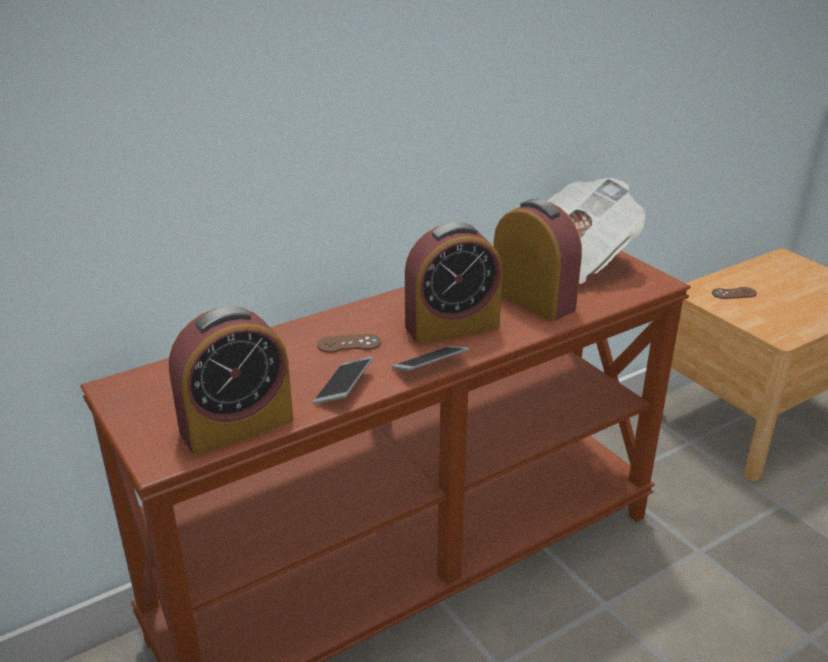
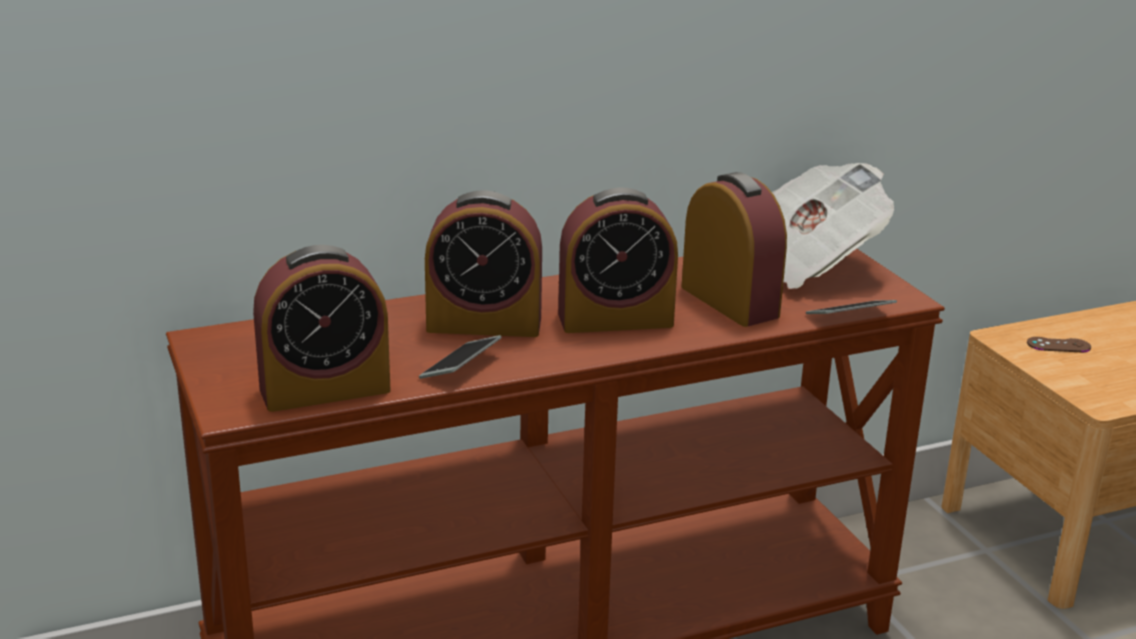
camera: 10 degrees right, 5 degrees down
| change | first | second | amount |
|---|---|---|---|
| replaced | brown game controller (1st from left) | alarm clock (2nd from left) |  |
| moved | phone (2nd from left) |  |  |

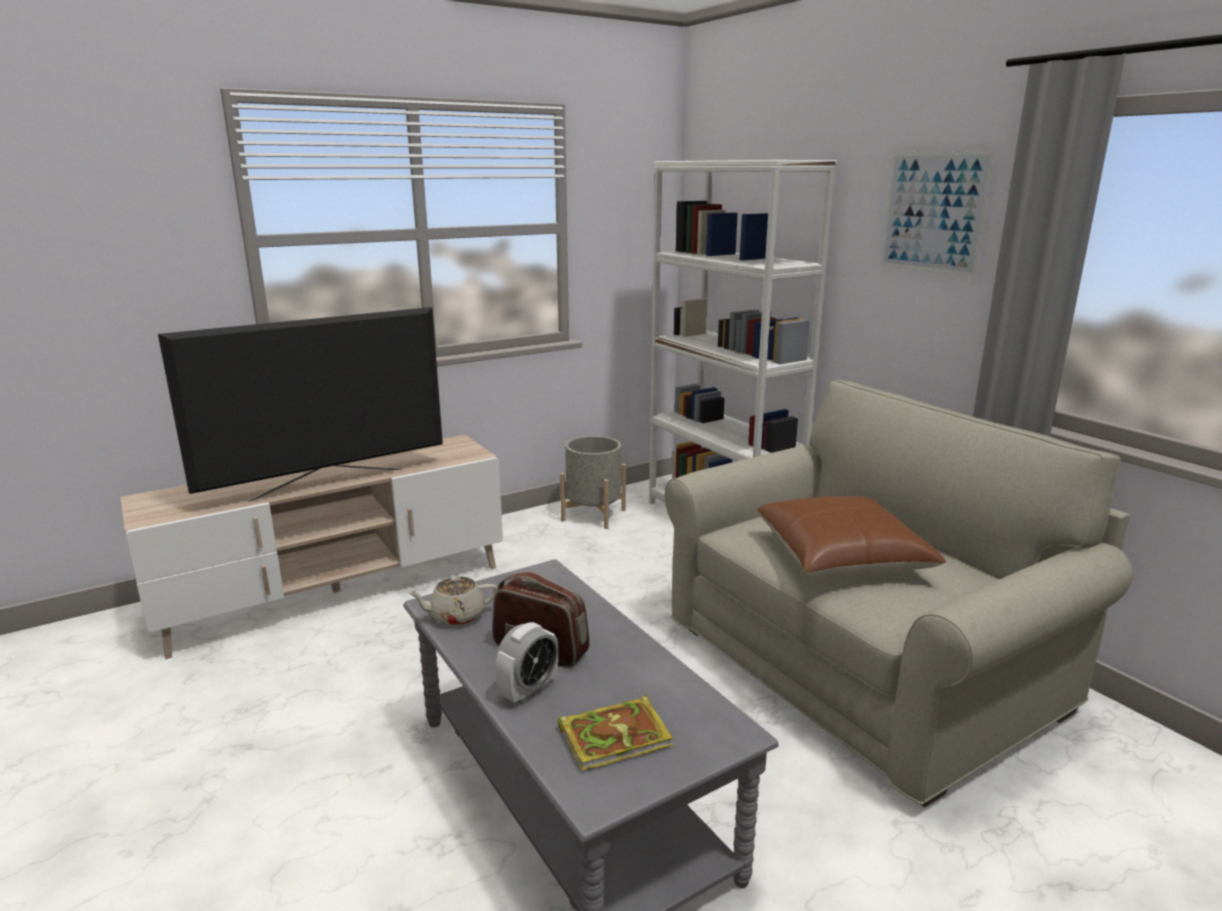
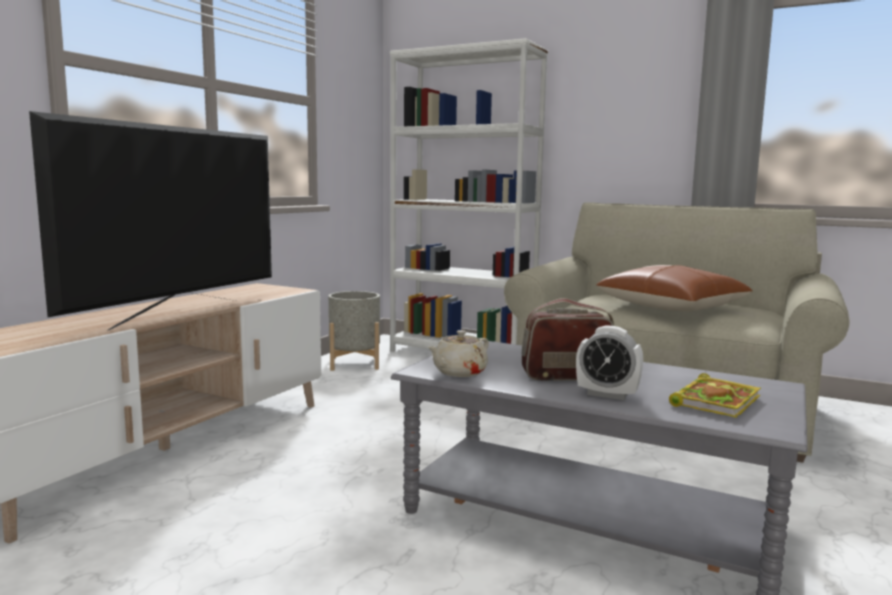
camera: 30 degrees left, 10 degrees down
| change | first | second | amount |
|---|---|---|---|
| turned | alarm clock |  | 105 degrees clockwise |
| removed | picture |  |  |

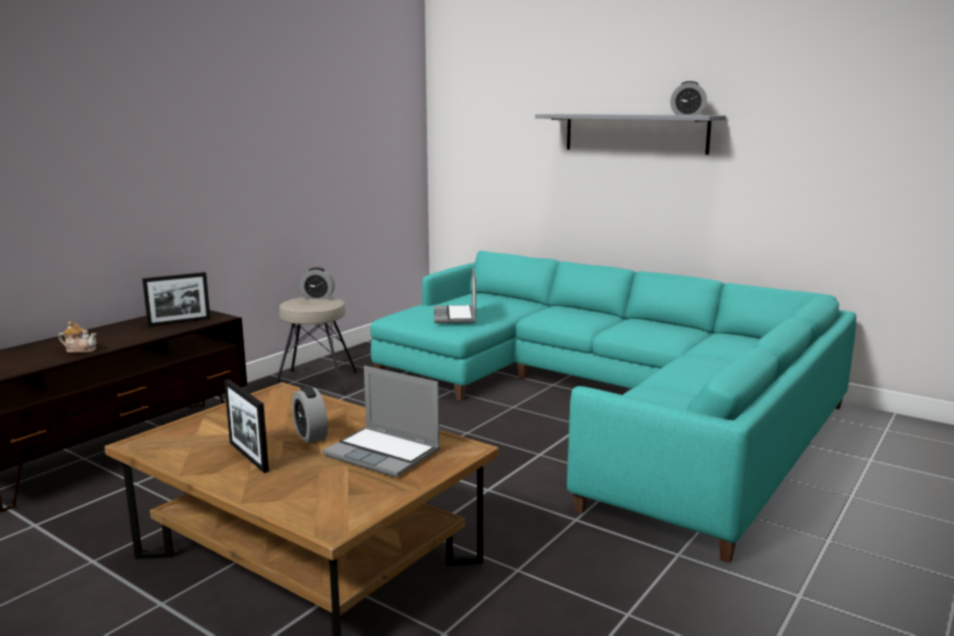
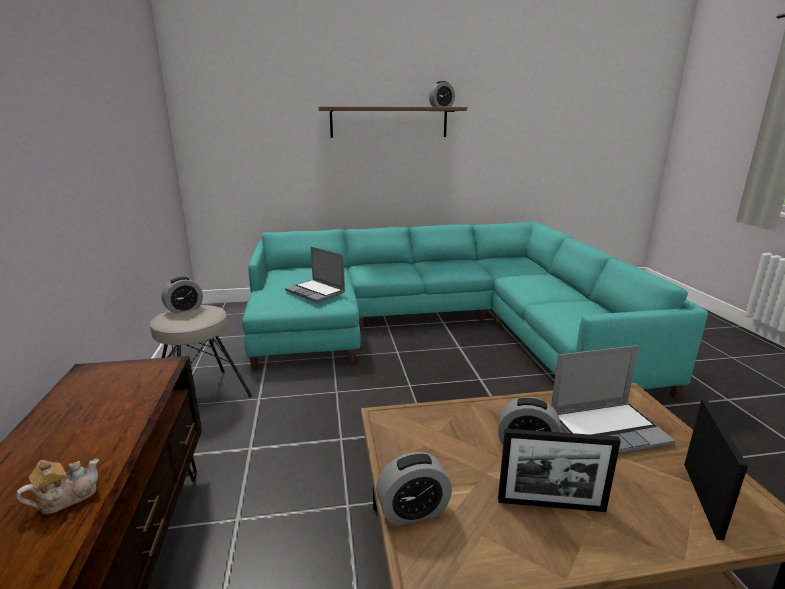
camera: 45 degrees left, 5 degrees up
| change | first | second | amount |
|---|---|---|---|
| recoloured | grey shelf | brown shelf |  |
| added |  | alarm clock (2nd from left) |  |
| moved | picture frame (1st from left in the first image) | picture frame (2nd from left) |  |

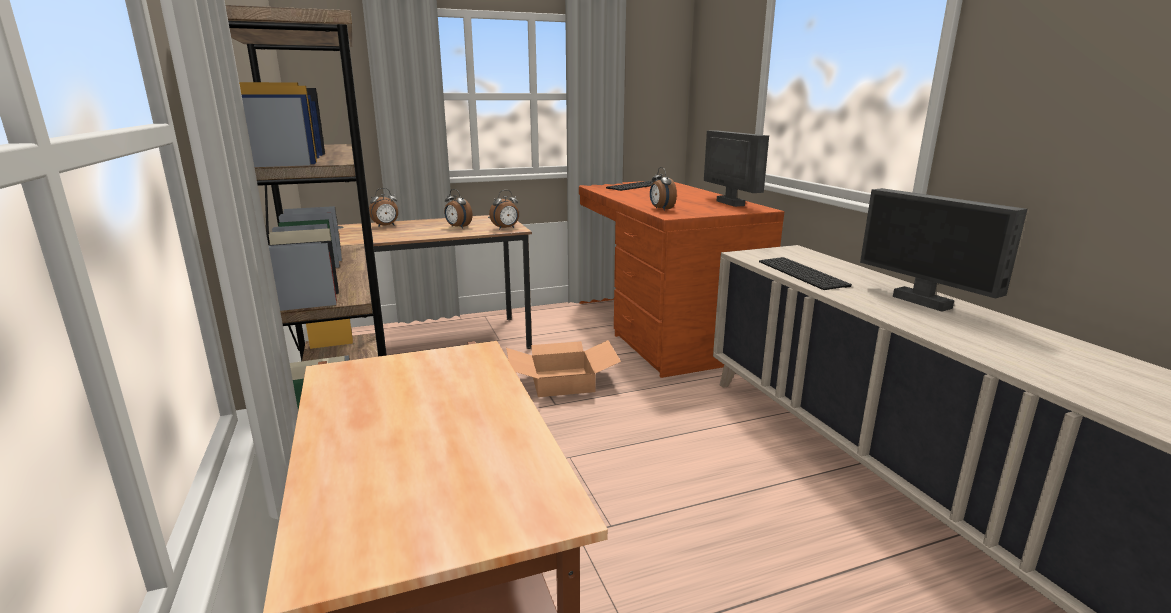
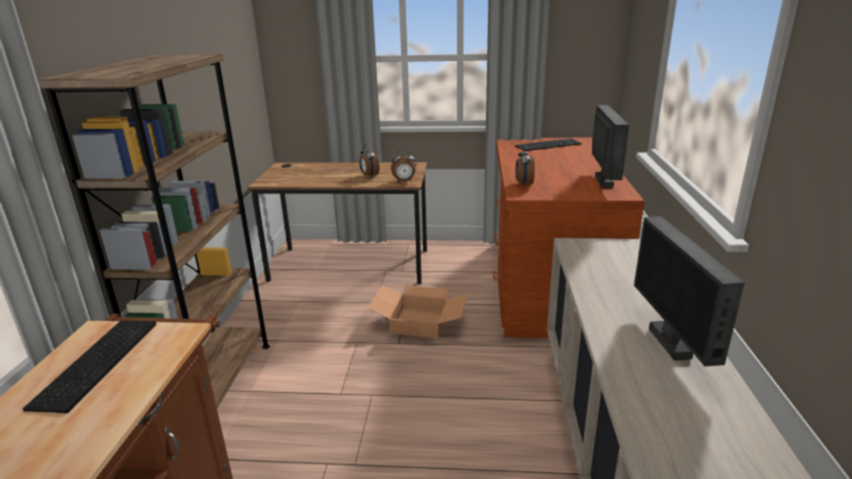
camera: 25 degrees right, 5 degrees up
| change | first | second | amount |
|---|---|---|---|
| moved | keyboard (2nd from left in the first image) | keyboard (1st from left) |  |
| removed | alarm clock (1st from left) |  |  |

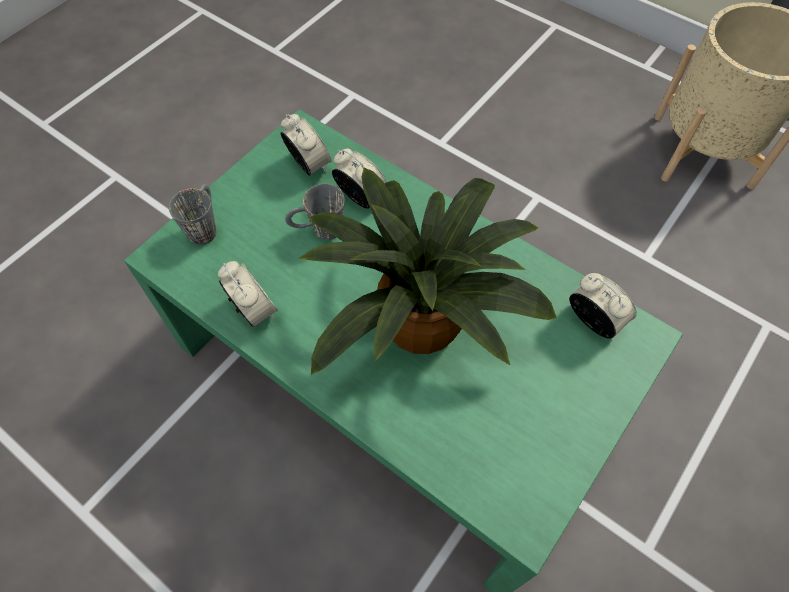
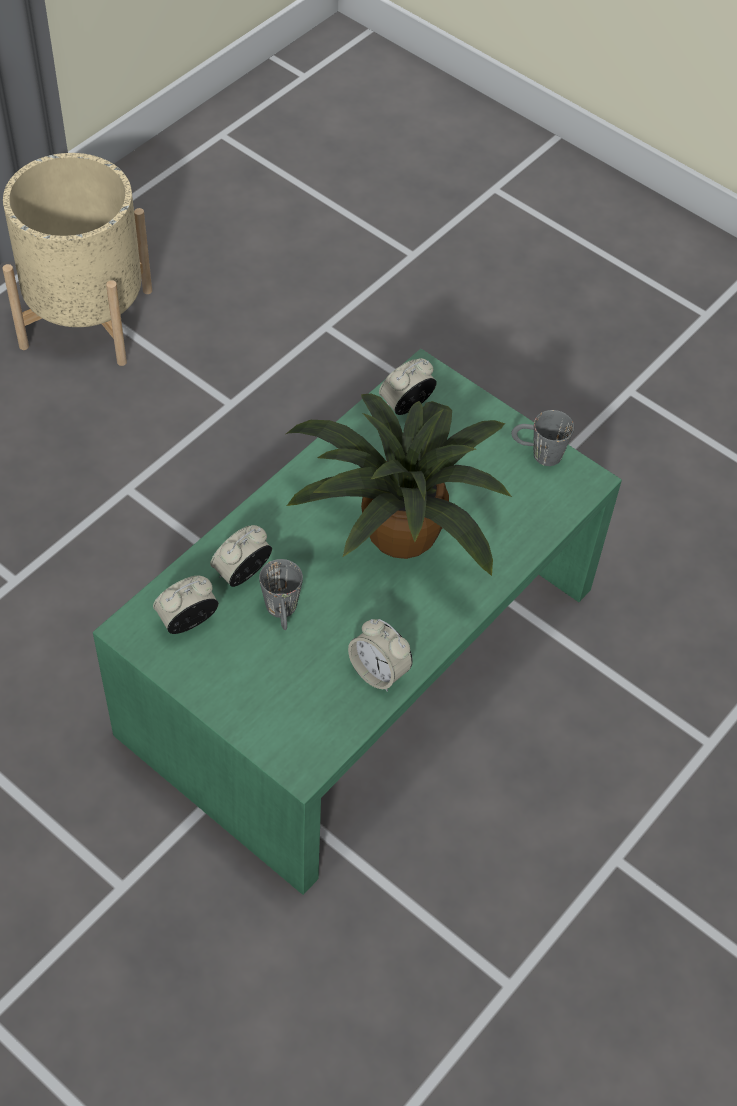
camera: 90 degrees left, 5 degrees down
| change | first | second | amount |
|---|---|---|---|
| turned | alarm clock (1st from left in the first image) | alarm clock (3rd from left) | 105 degrees counterclockwise |
| moved | grey mug (1st from left in the first image) | grey mug (2nd from left) |  |

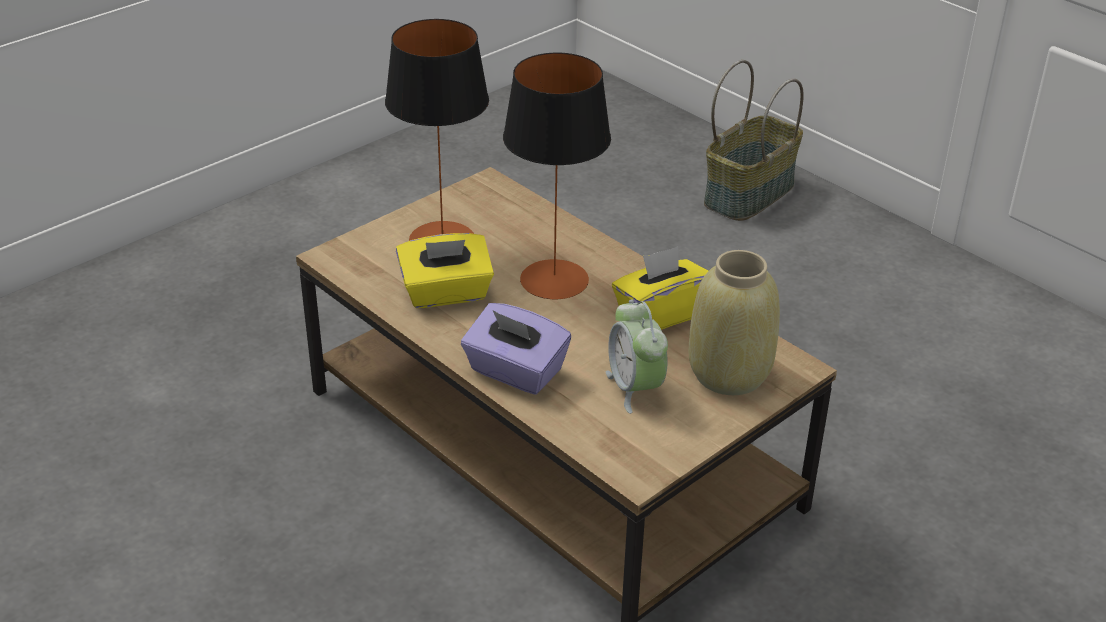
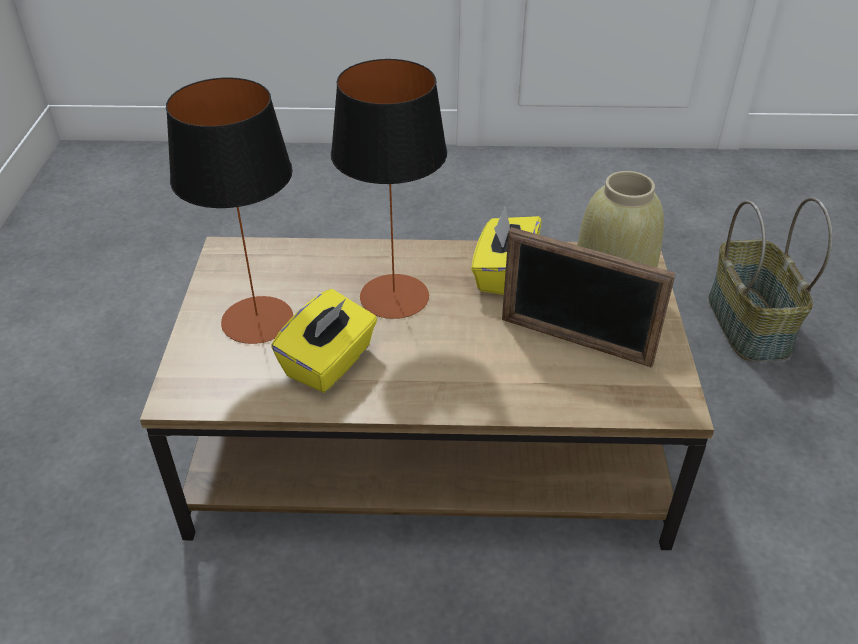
camera: 45 degrees left, 5 degrees up
| change | first | second | amount |
|---|---|---|---|
| replaced | alarm clock | picture frame |  |
| moved | basket |  |  |
| removed | purple tissue box |  |  |

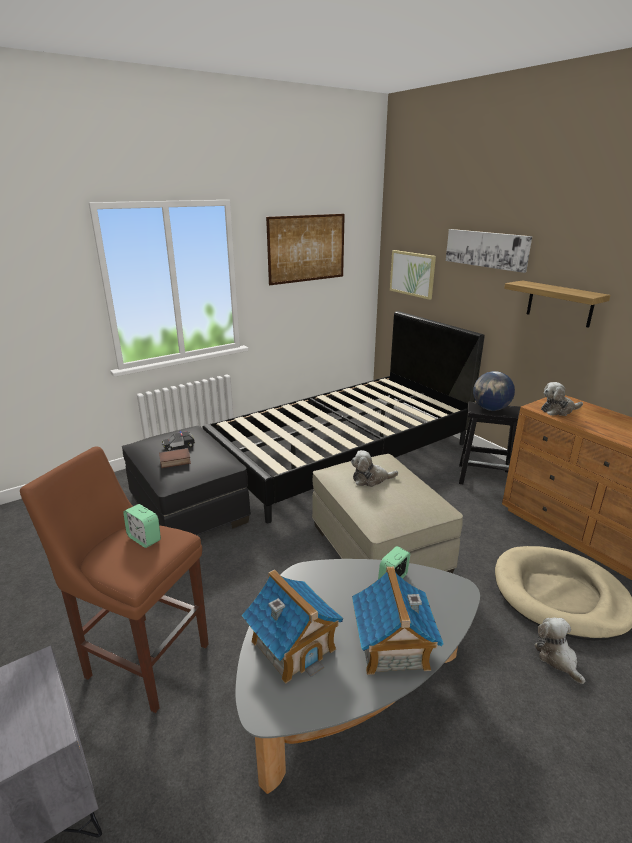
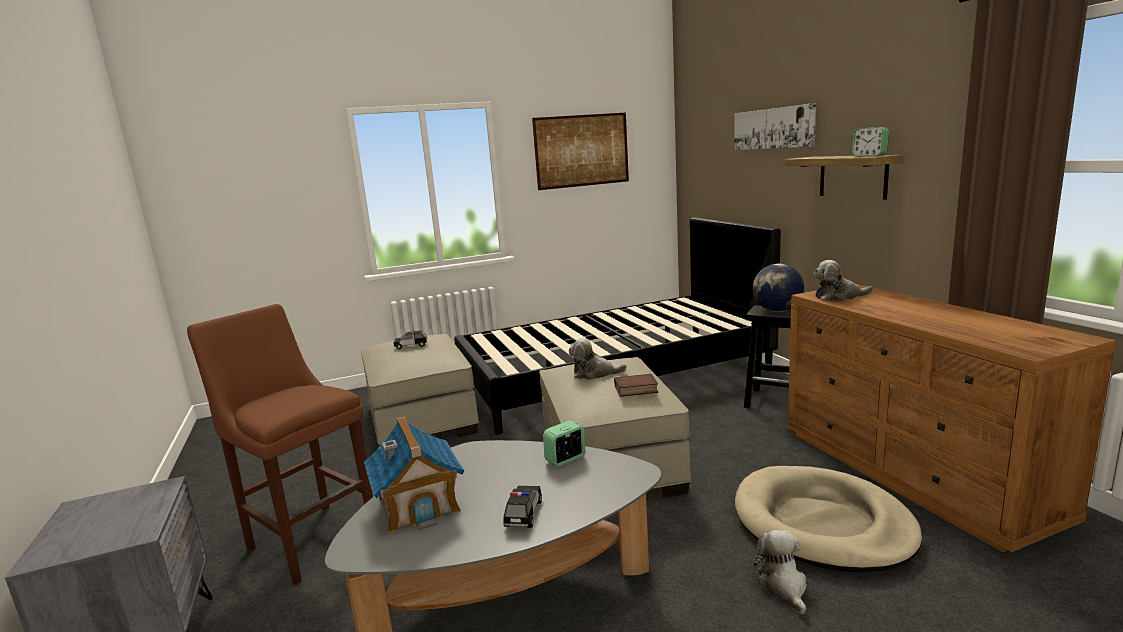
camera: 15 degrees right, 10 degrees down
| change | first | second | amount |
|---|---|---|---|
| recoloured | black ottoman | beige ottoman (1st from left) |  |
| replaced | toy house (2nd from left) | toy car (2nd from left) |  |
| moved | book |  |  |
| moved | alarm clock (1st from left in the first image) | alarm clock (2nd from left) |  |
| removed | picture (2nd from left) |  |  |

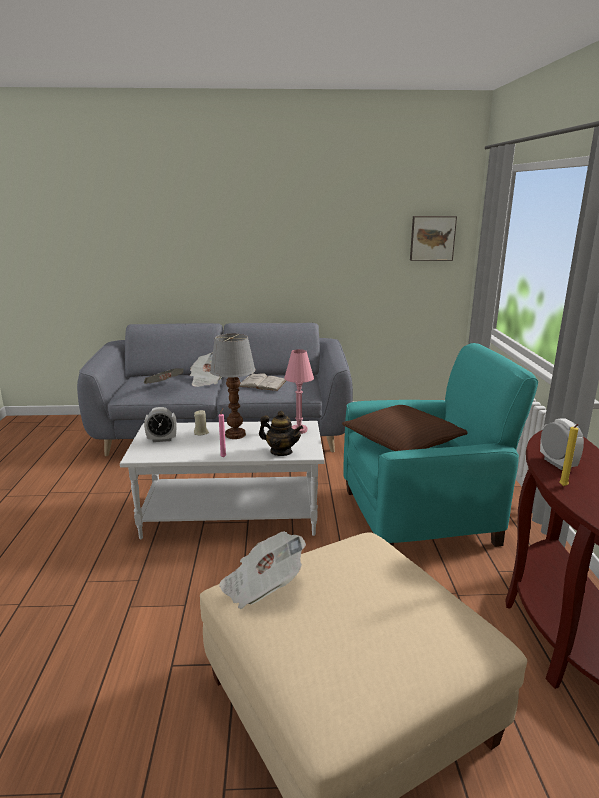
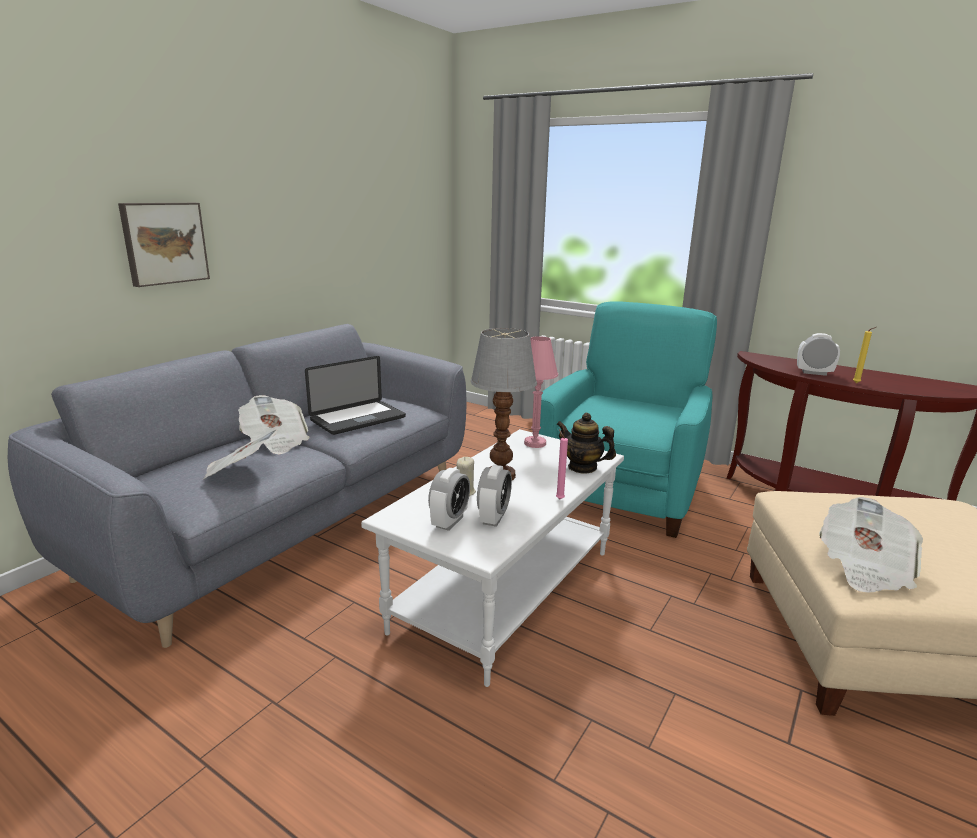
camera: 55 degrees left, 0 degrees up
| change | first | second | amount |
|---|---|---|---|
| moved | picture |  |  |
| replaced | white book | laptop |  |
| added |  | alarm clock (2nd from left) |  |
| turned | teapot |  | 120 degrees counterclockwise |
| removed | brown pillow |  |  |

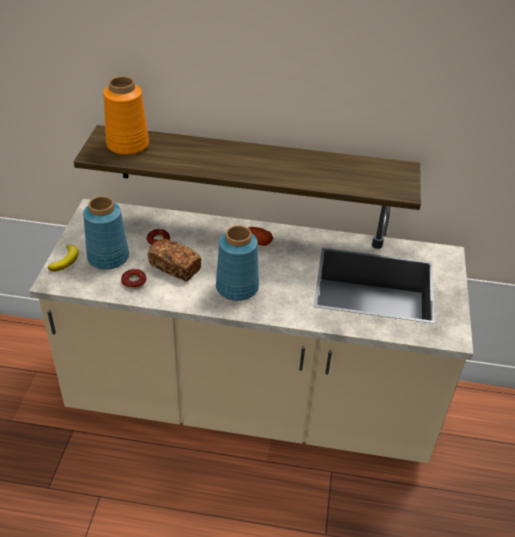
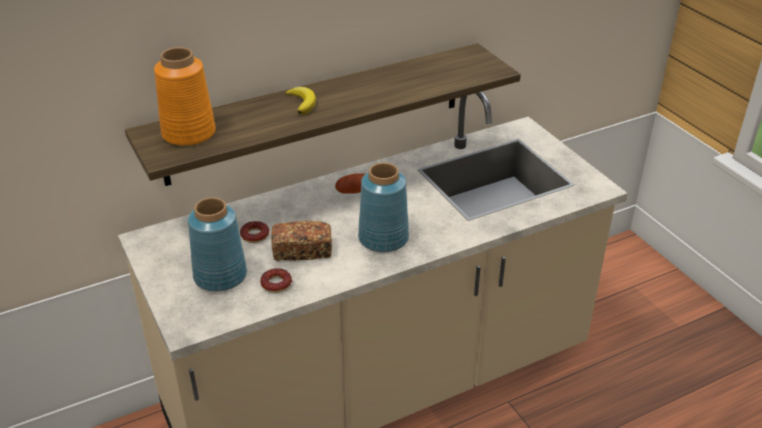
camera: 35 degrees left, 5 degrees down
| change | first | second | amount |
|---|---|---|---|
| moved | banana |  |  |

